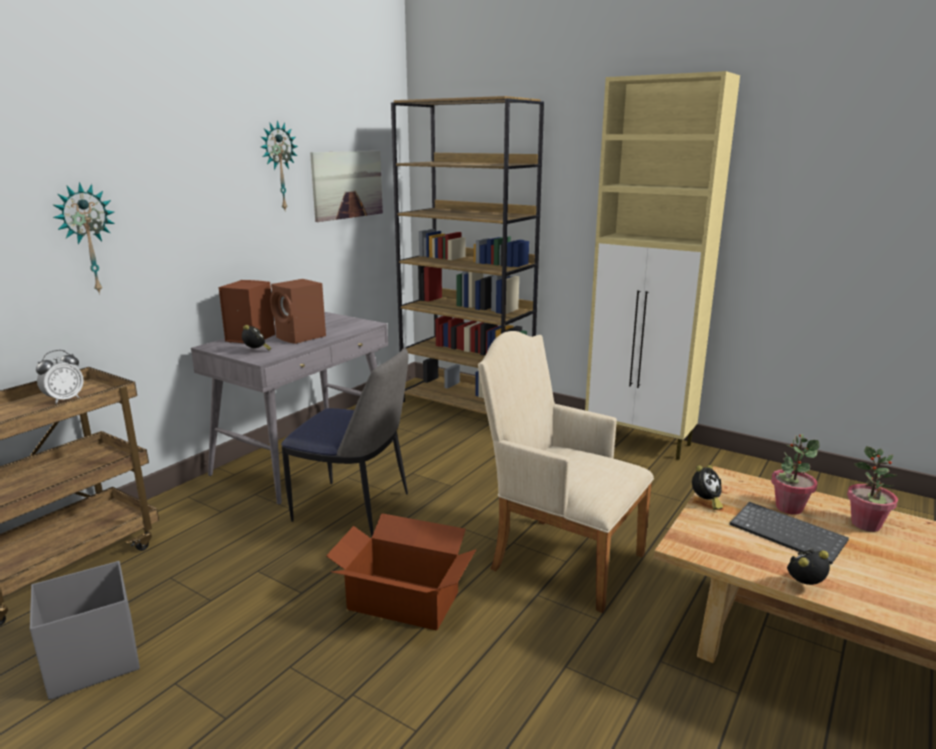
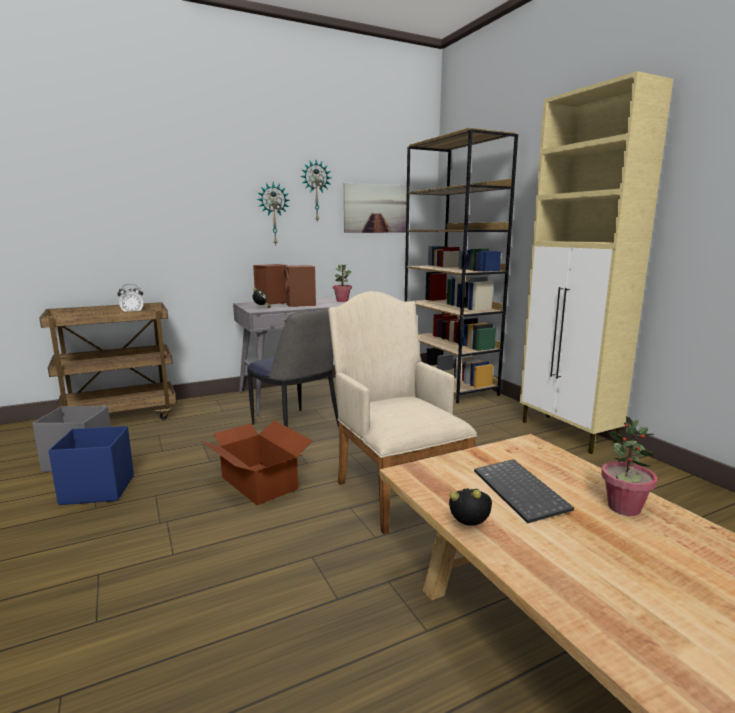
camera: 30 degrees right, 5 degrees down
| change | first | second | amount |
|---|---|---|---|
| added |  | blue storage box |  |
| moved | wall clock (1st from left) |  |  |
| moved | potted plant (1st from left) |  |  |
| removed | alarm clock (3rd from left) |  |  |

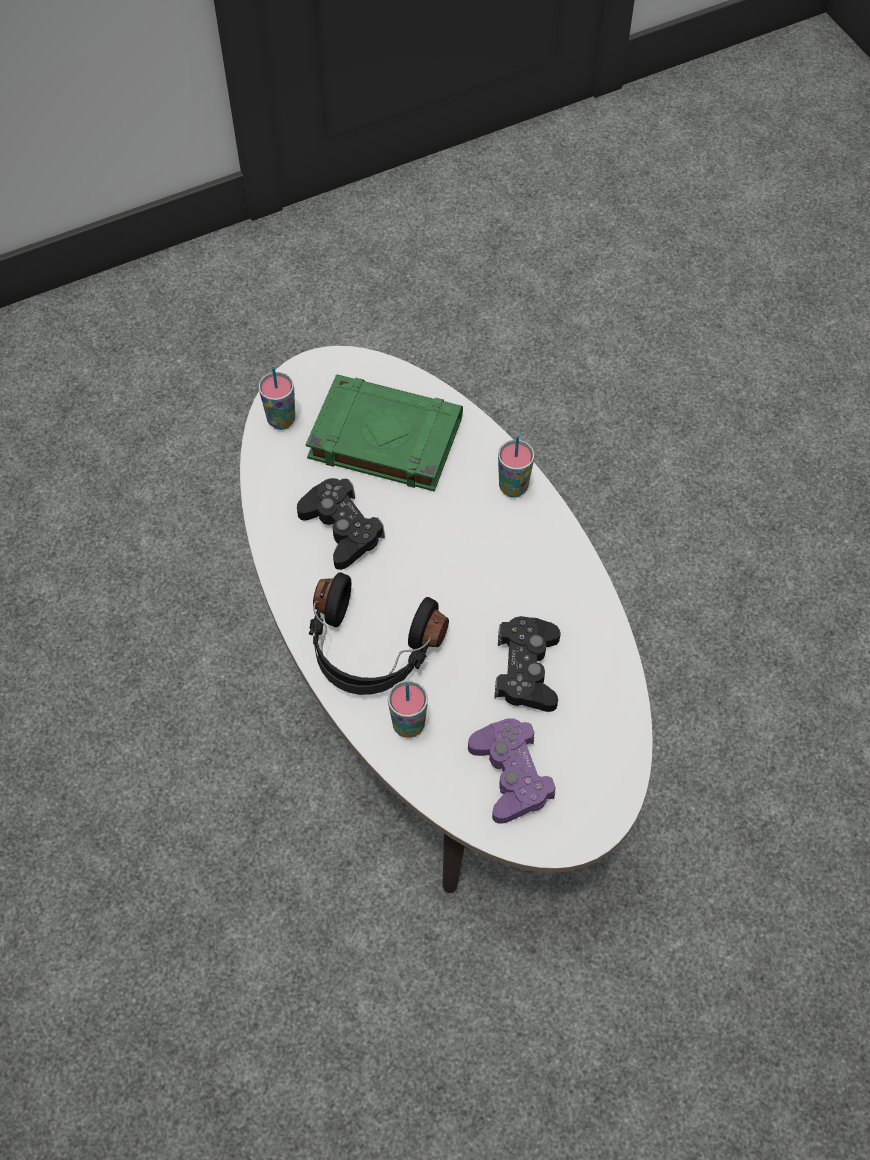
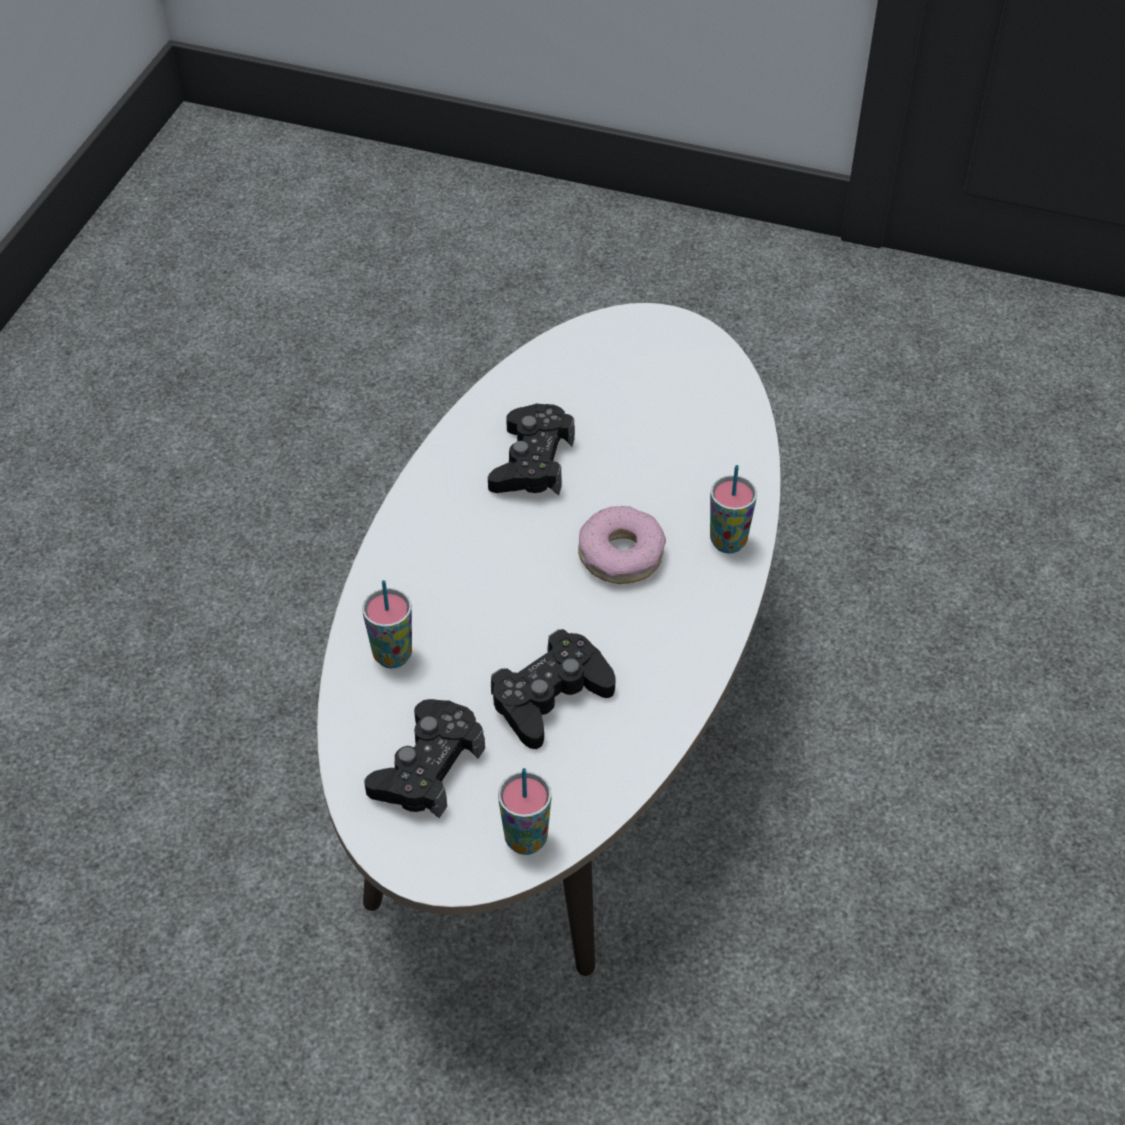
camera: 45 degrees right, 10 degrees down
| change | first | second | amount |
|---|---|---|---|
| recoloured | purple game controller | black game controller (1st from left) |  |
| moved | cup (1st from left in the first image) | cup (2nd from left) |  |
| added |  | donut |  |
| removed | green book |  |  |
| removed | black headphones |  |  |

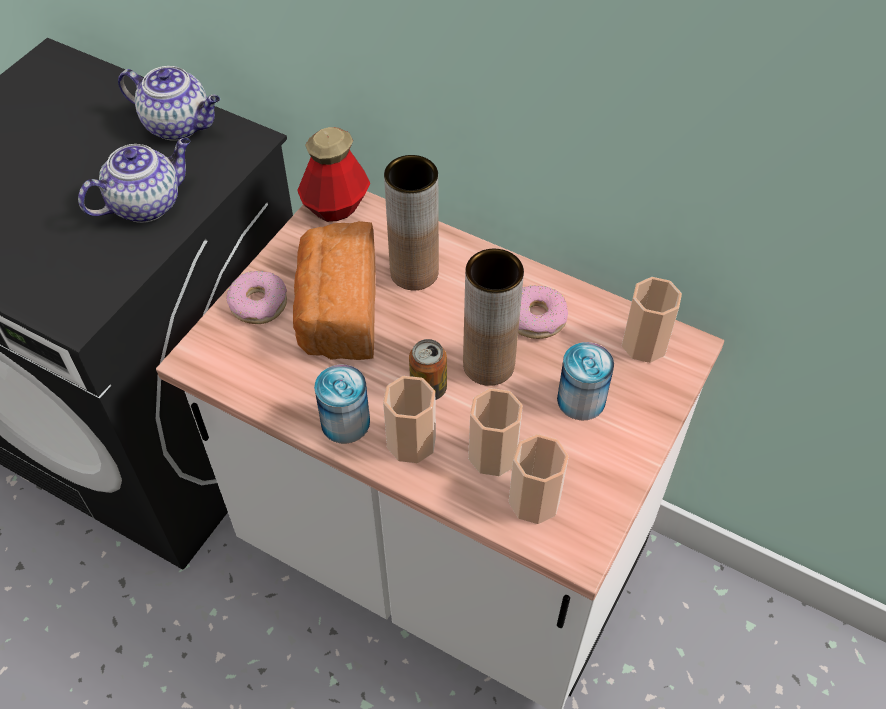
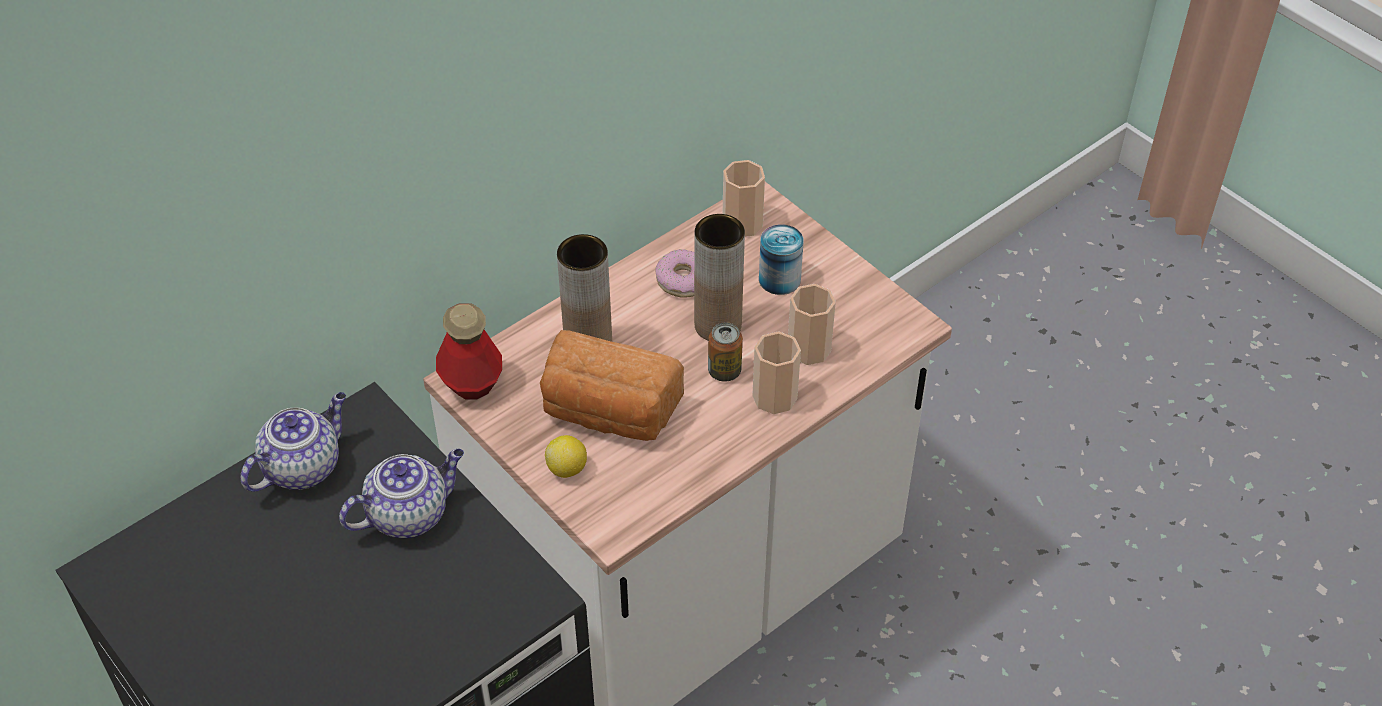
camera: 70 degrees left, 5 degrees down
| change | first | second | amount |
|---|---|---|---|
| turned | teapot (1st from left in the first image) | teapot (2nd from left) | 75 degrees clockwise |
| replaced | donut (1st from left) | lemon |  |
| removed | can (1st from left) |  |  |
| removed | cup (3rd from left) |  |  |

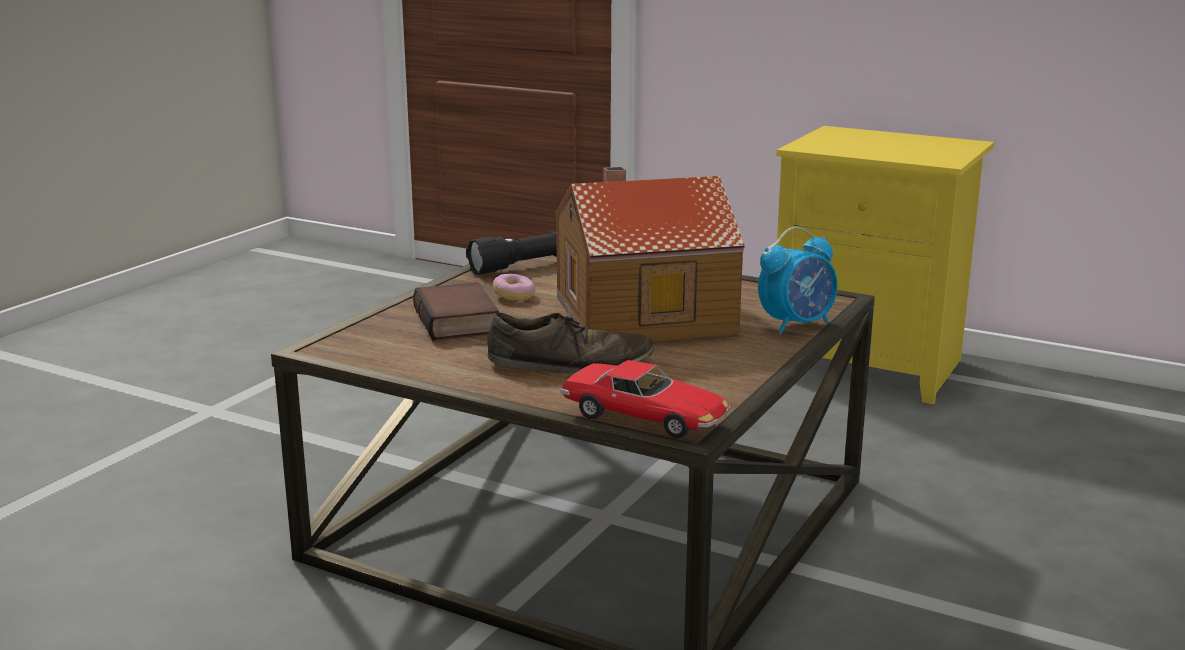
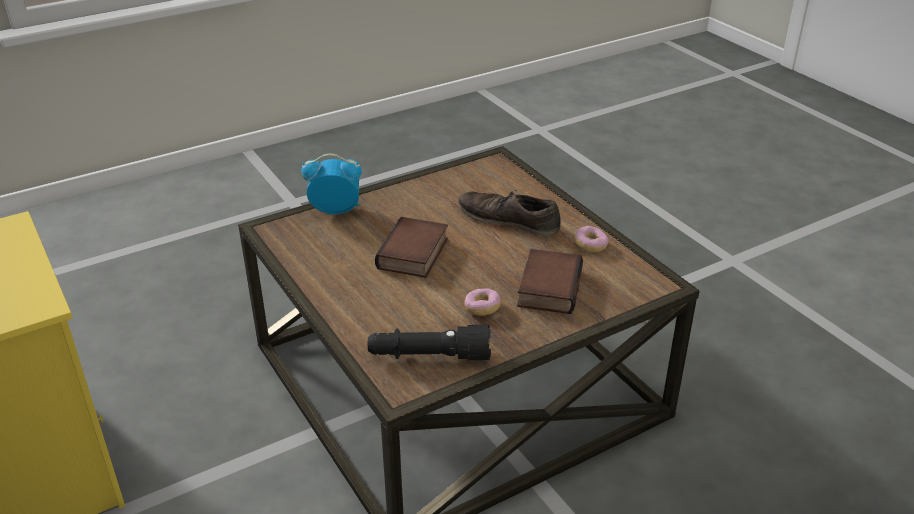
camera: 150 degrees left, 15 degrees up
| change | first | second | amount |
|---|---|---|---|
| replaced | toy house | book (1st from left) |  |
| added |  | donut (2nd from left) |  |
| removed | toy car |  |  |

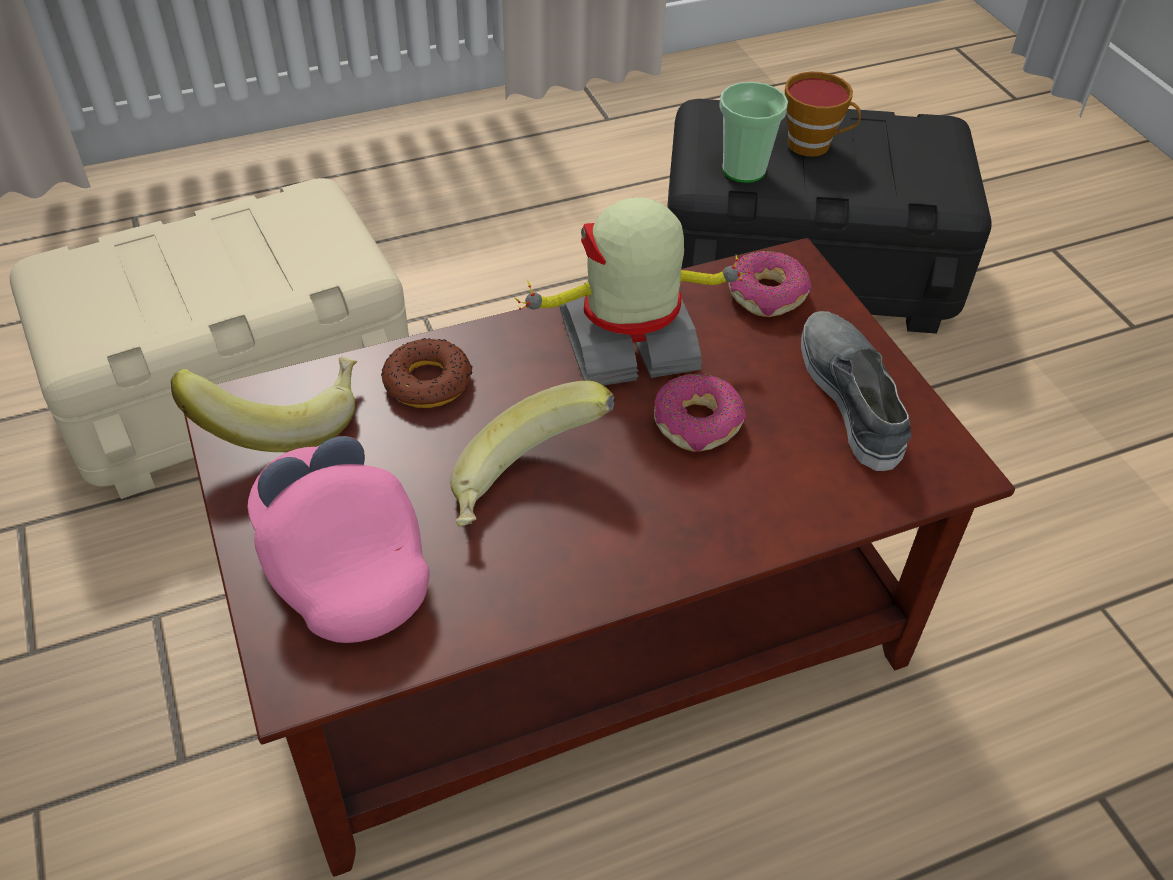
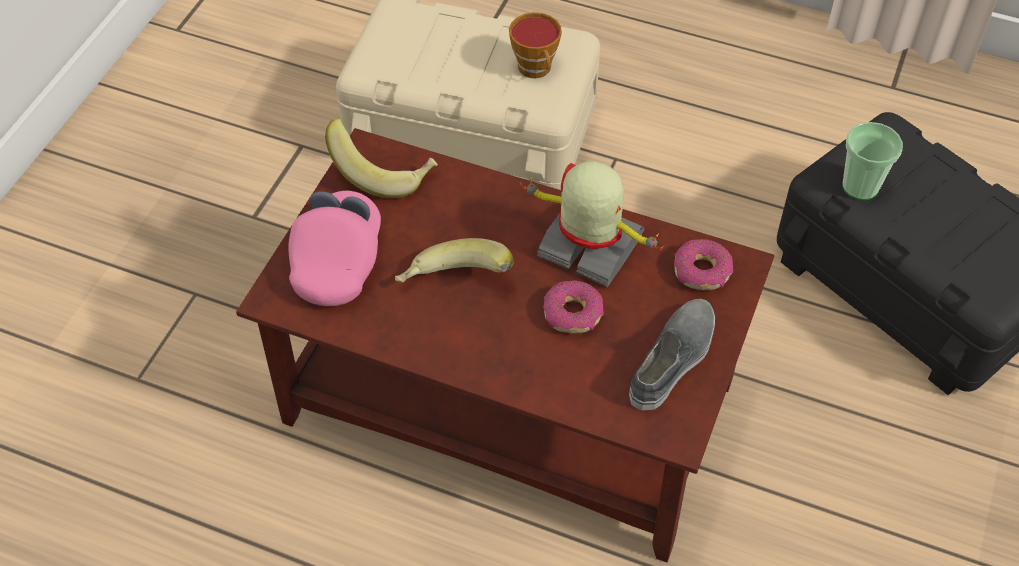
camera: 45 degrees right, 5 degrees up
| change | first | second | amount |
|---|---|---|---|
| moved | cup (2nd from left in the first image) | cup (1st from left) |  |
| removed | donut (1st from left) |  |  |

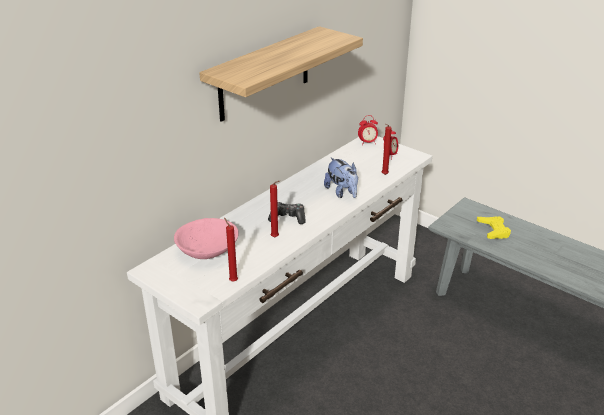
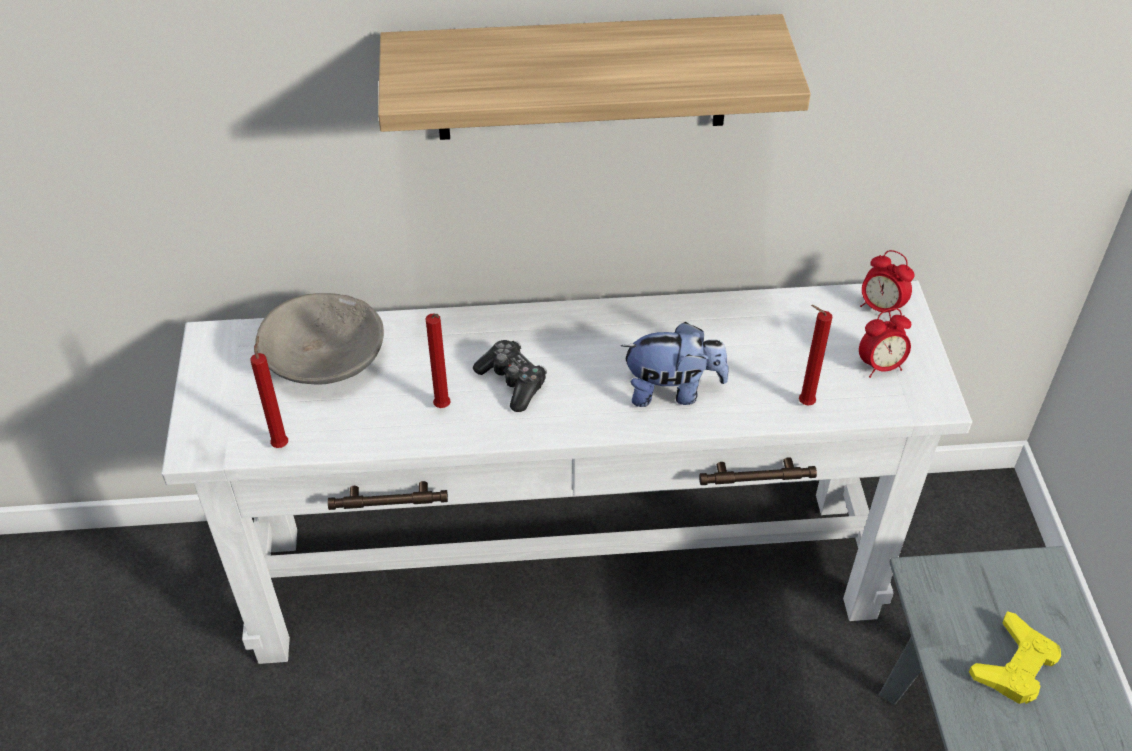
camera: 45 degrees right, 15 degrees up
| change | first | second | amount |
|---|---|---|---|
| recoloured | pink bowl | grey bowl |  |
| turned | plush toy |  | 105 degrees counterclockwise |

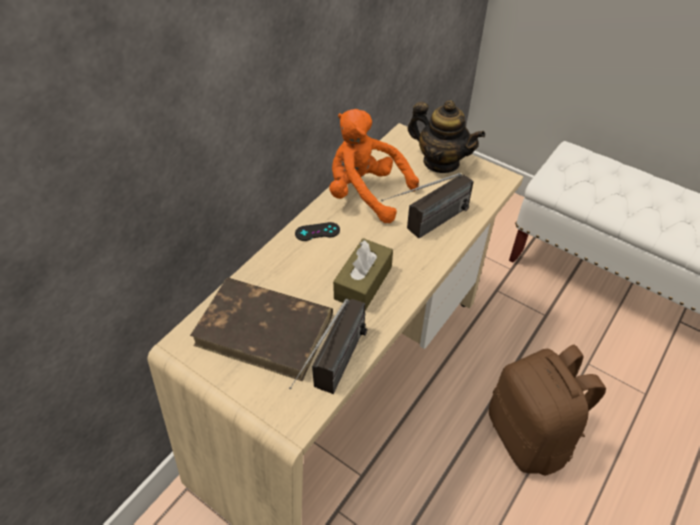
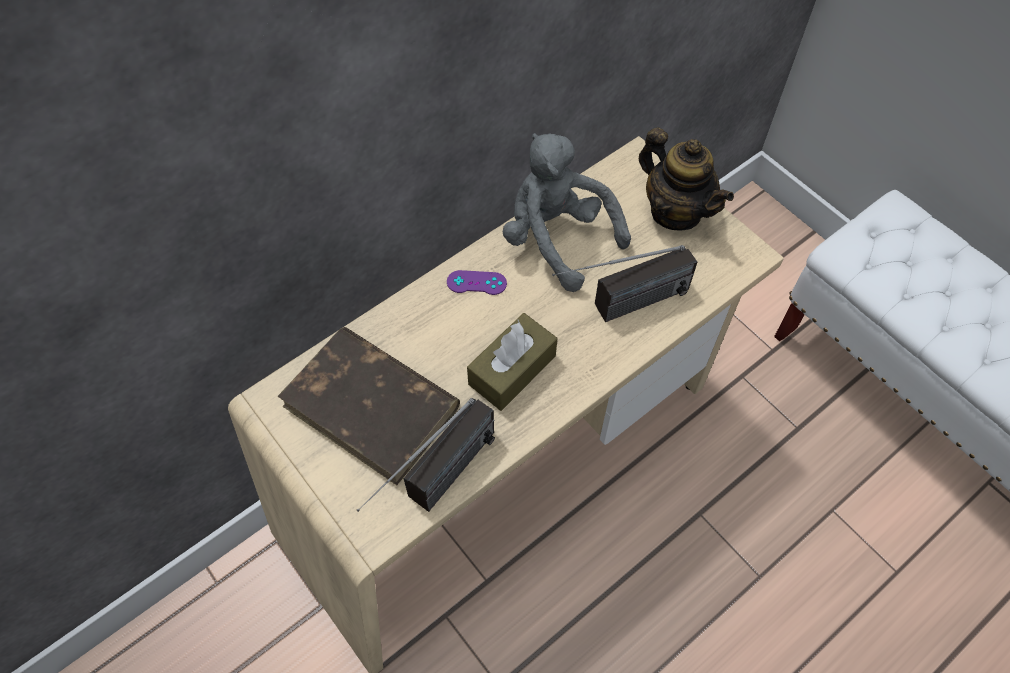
camera: 15 degrees right, 10 degrees up
| change | first | second | amount |
|---|---|---|---|
| recoloured | black game controller | purple game controller |  |
| recoloured | orange plush toy | grey plush toy |  |
| removed | brown backpack |  |  |

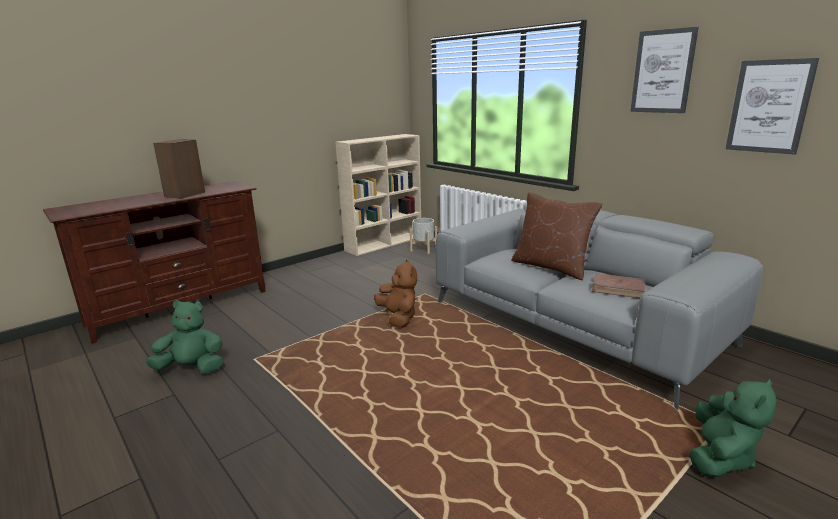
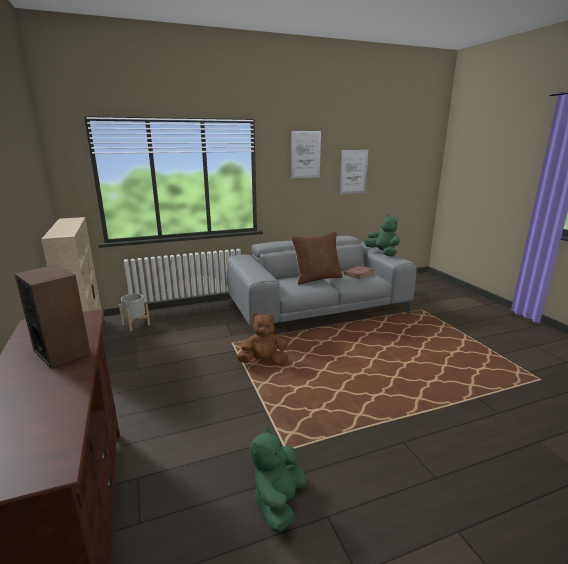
camera: 70 degrees left, 0 degrees up
| change | first | second | amount |
|---|---|---|---|
| moved | green plush toy (2nd from left) |  |  |

